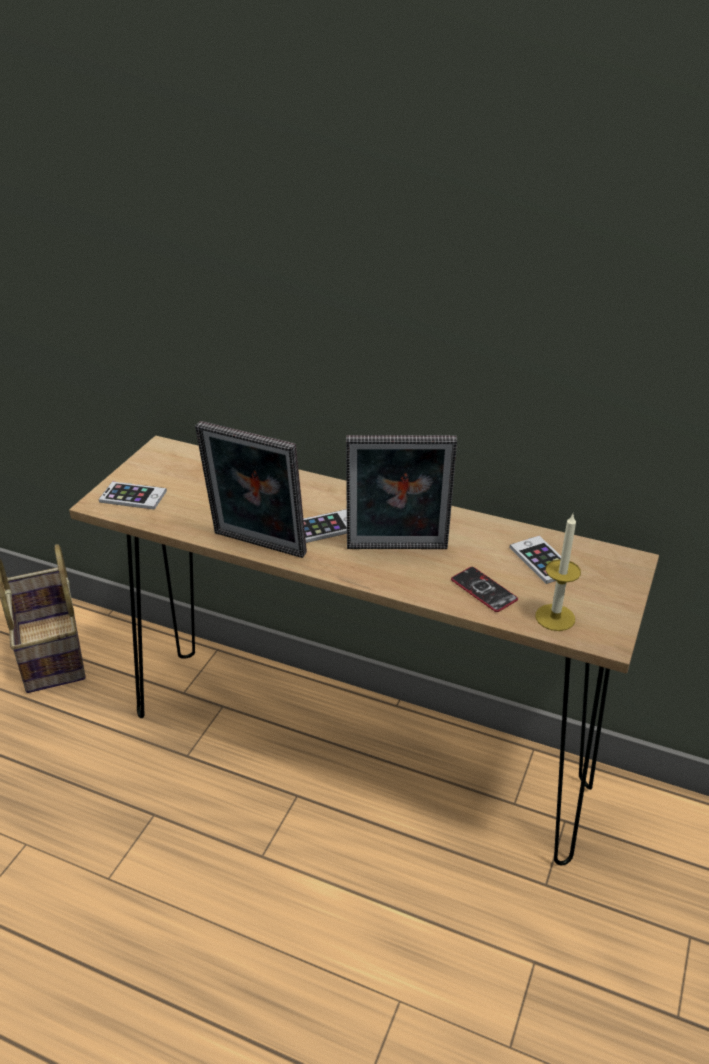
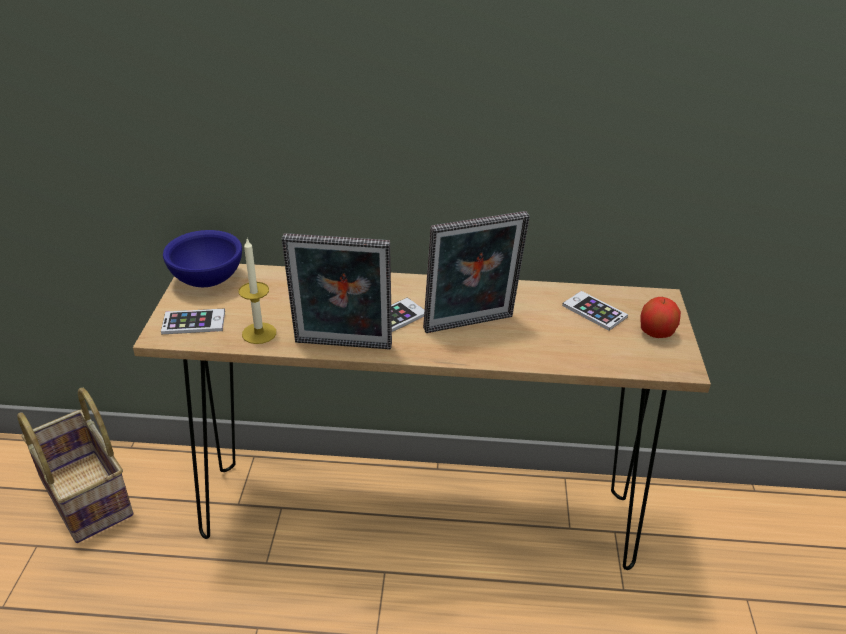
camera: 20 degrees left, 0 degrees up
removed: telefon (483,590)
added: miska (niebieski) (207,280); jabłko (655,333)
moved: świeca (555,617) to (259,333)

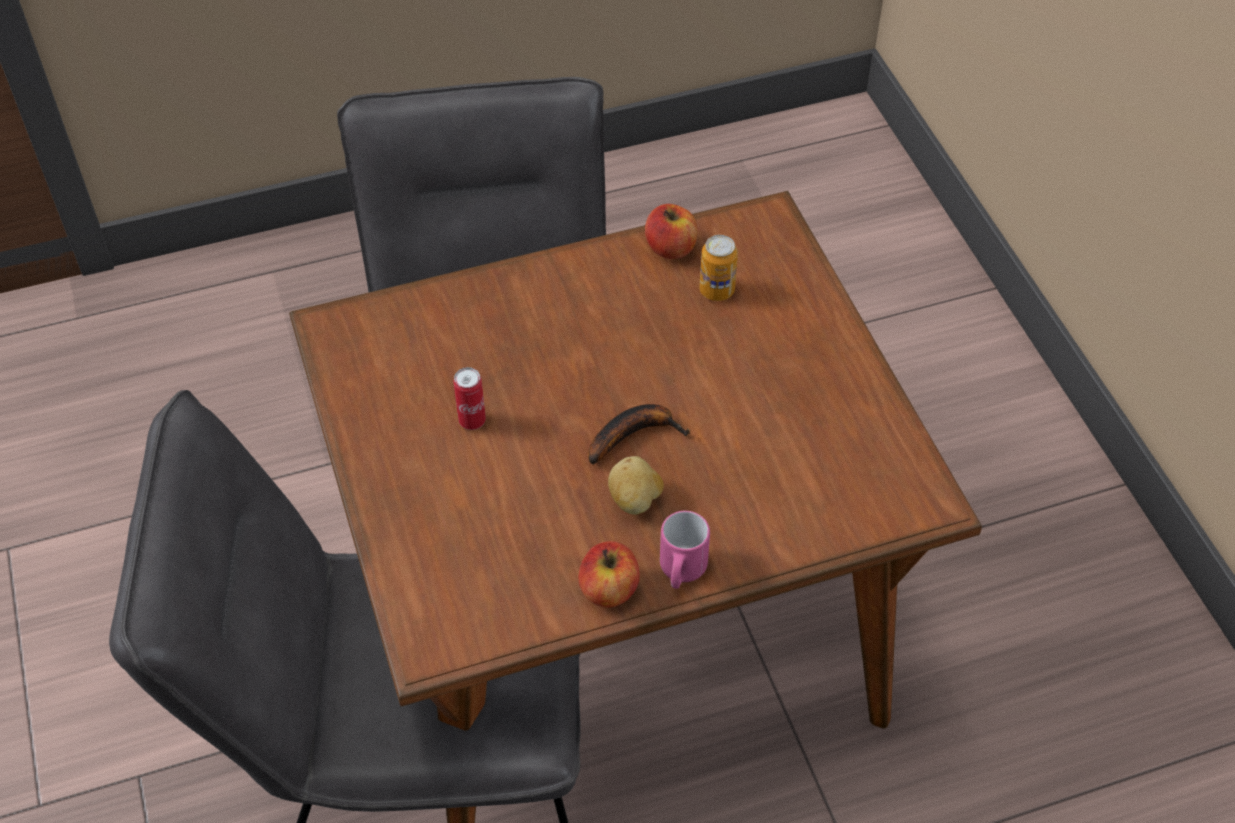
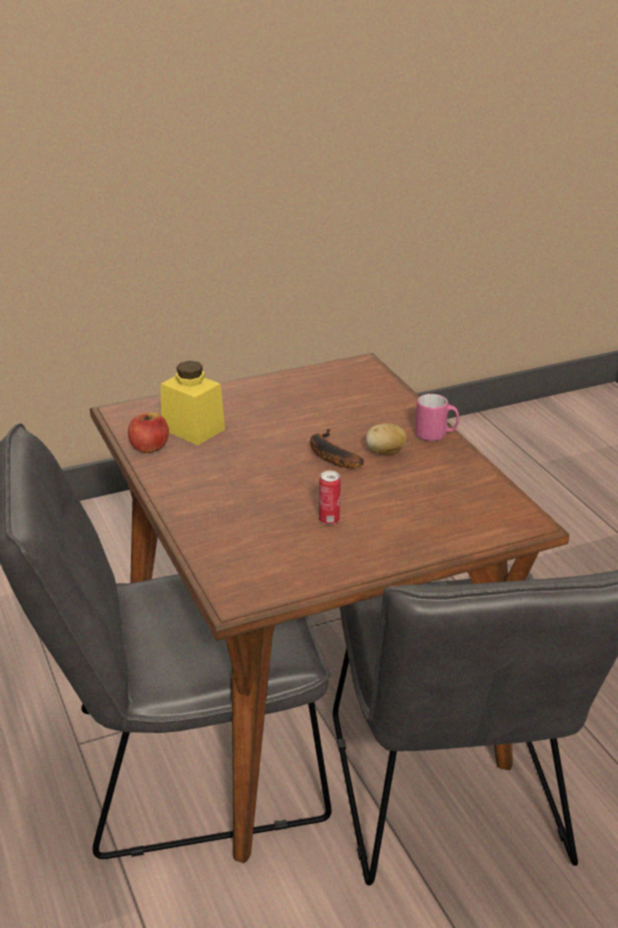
camera: 95 degrees left, 20 degrees down
removed: jabłko (609,589)
replaced: puszka (716,290) to słoik (żółty) (193,429)

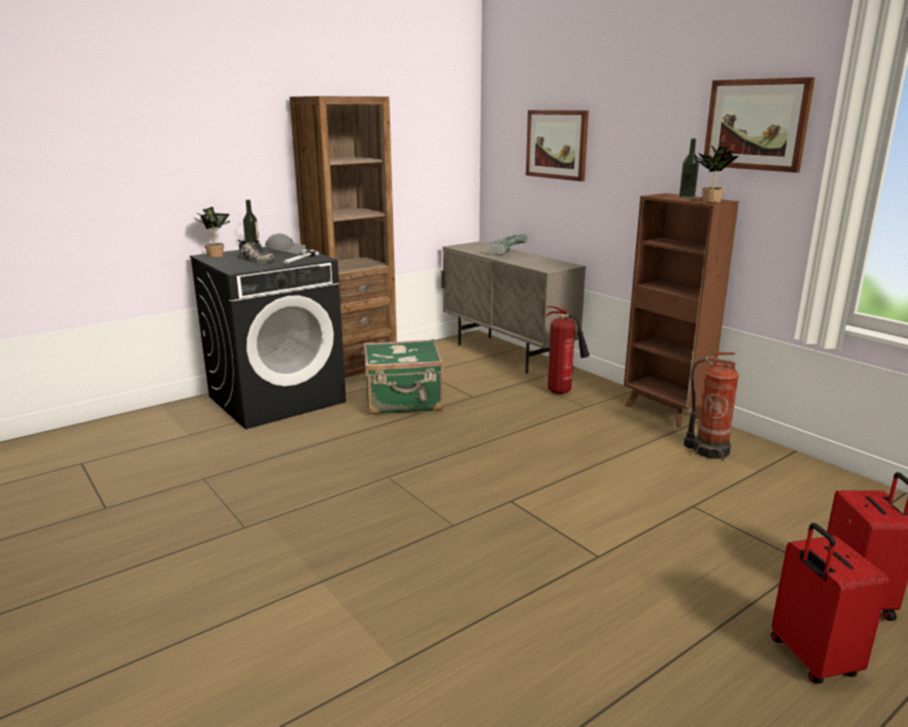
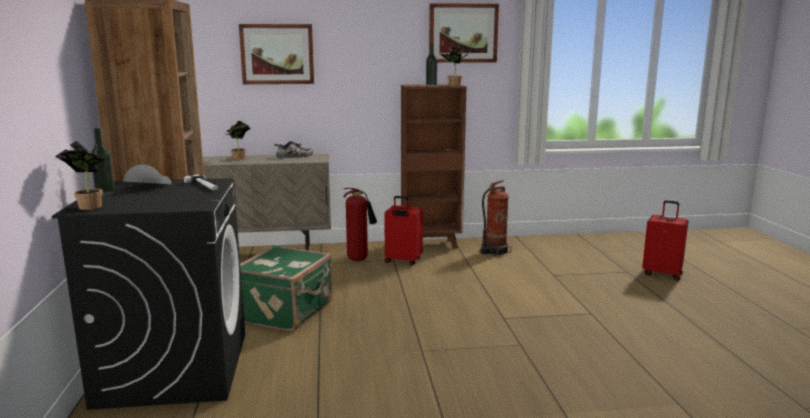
camera: 60 degrees left, 5 degrees down
moved: but (254,260) to (294,156); walizka (czerwony) (811,659) to (403,261)
replaced: wiertarka (504,252) to roślina doniczkowa (240,158)

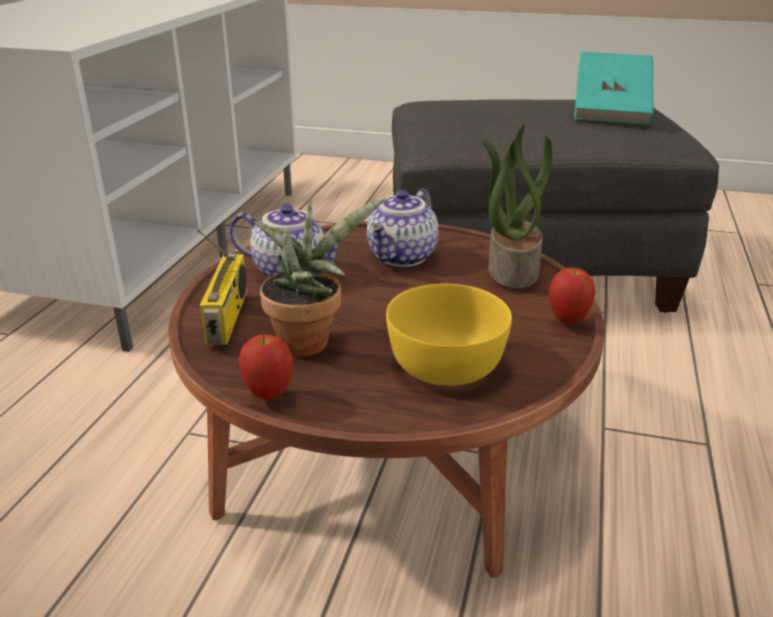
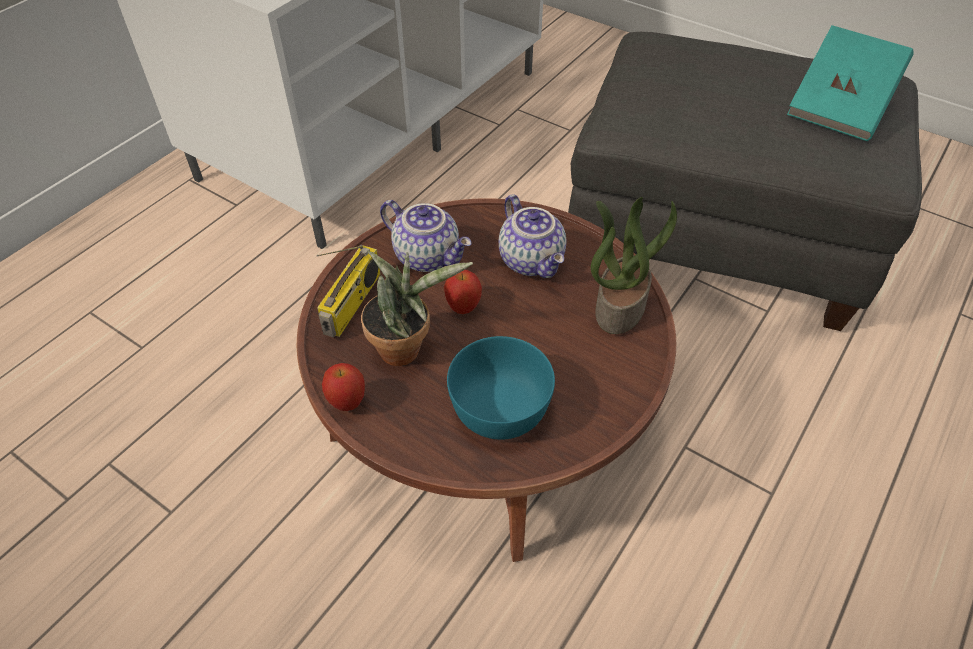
camera: 20 degrees right, 20 degrees up
moved: jabłko (568,320) to (463,308)
recoloured: miska (żółty) (446,363) to miska (turkusowy) (500,406)
turned: imbryk (403,257) = (533,261) 75 degrees counterclockwise

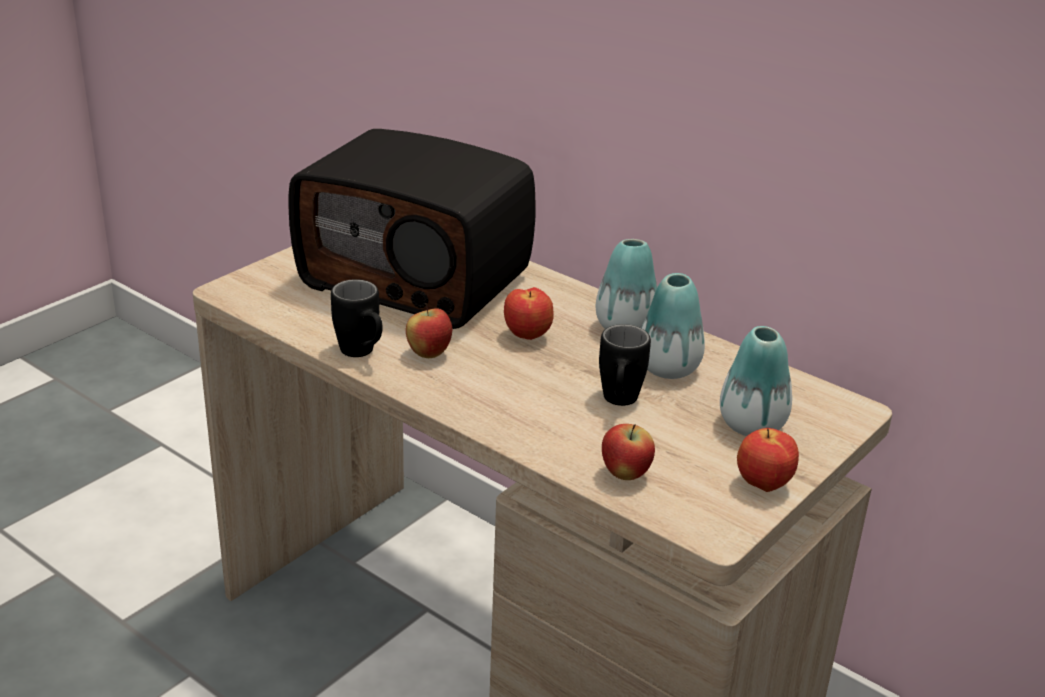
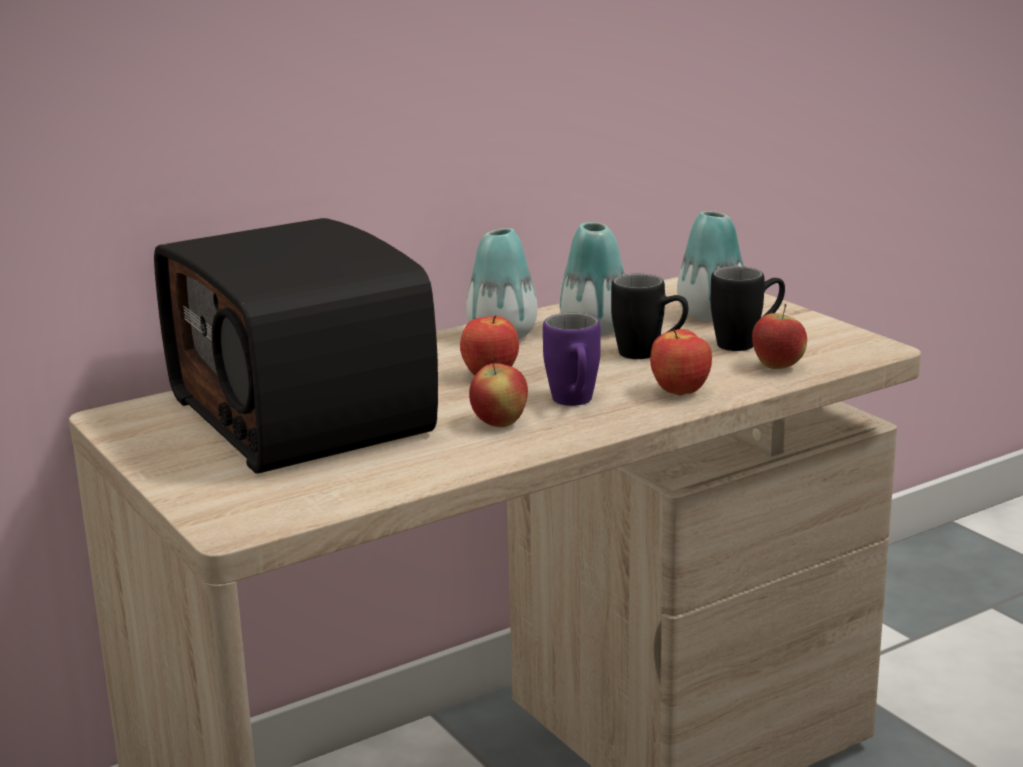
camera: 70 degrees left, 10 degrees down
added: kubek (fioletowy) (574,403)
moved: kubek (czarny) (362,354) to (747,343); jabłko (762,485) to (680,393)
turned: radio (418,278) = (305,414) 105 degrees clockwise

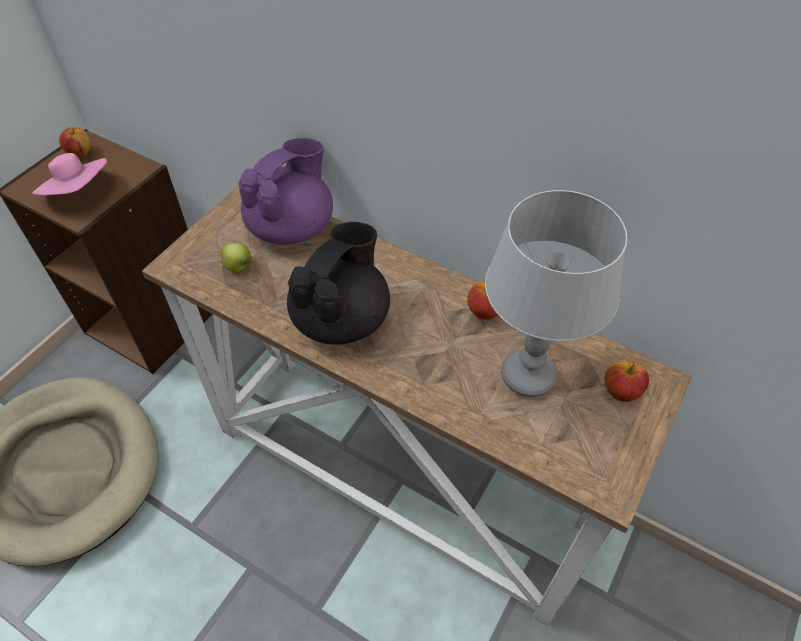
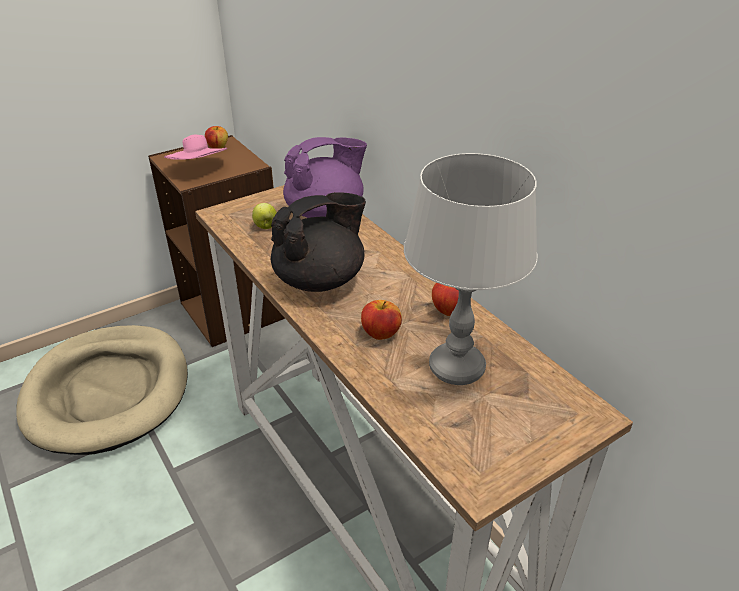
camera: 25 degrees right, 15 degrees down
moved: jabłko (621,391) to (380,333)

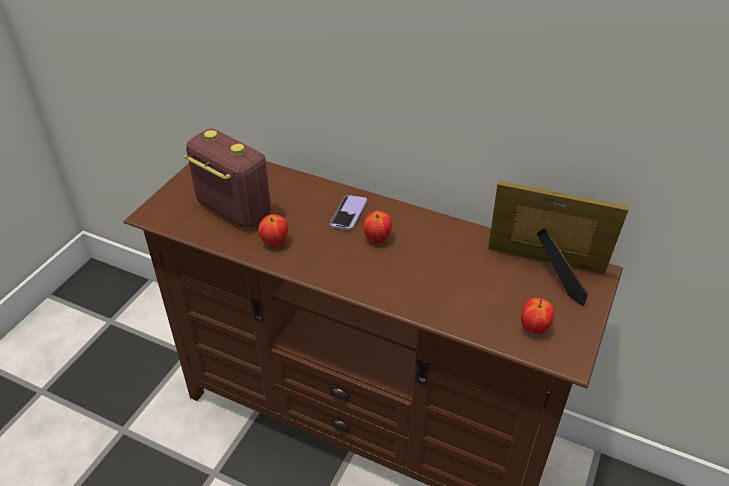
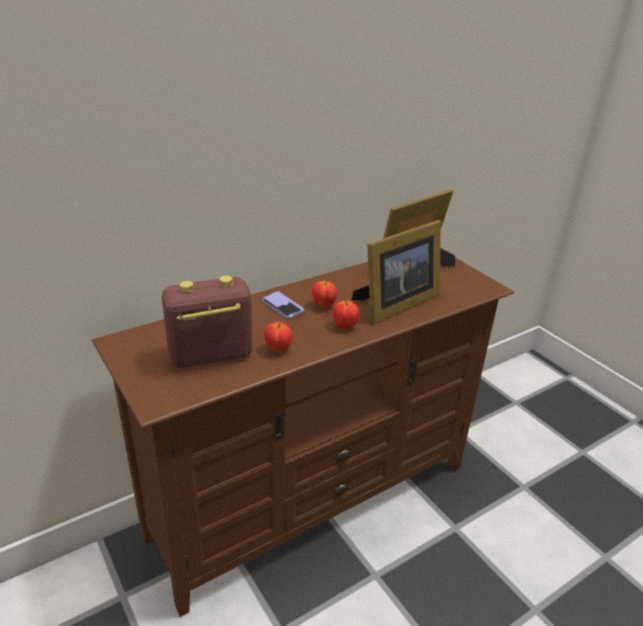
camera: 60 degrees left, 10 degrees down
added: ramka na zdjęcie (395,304)
moved: jabłko (534,328) to (345,326)

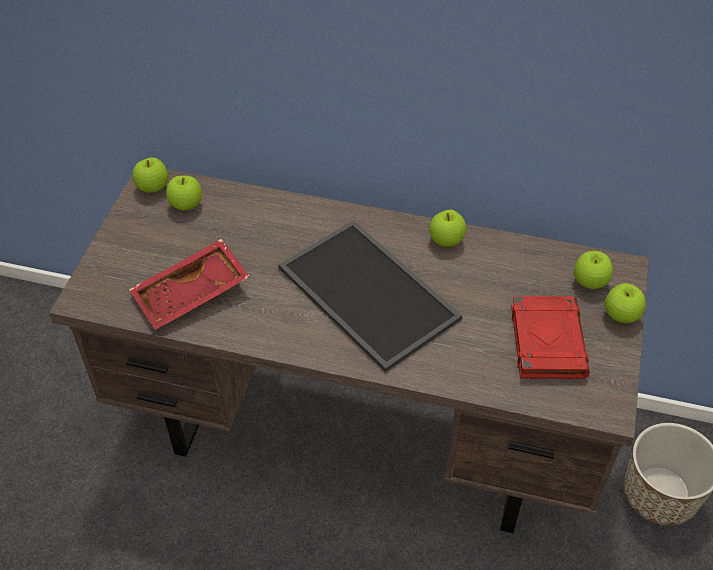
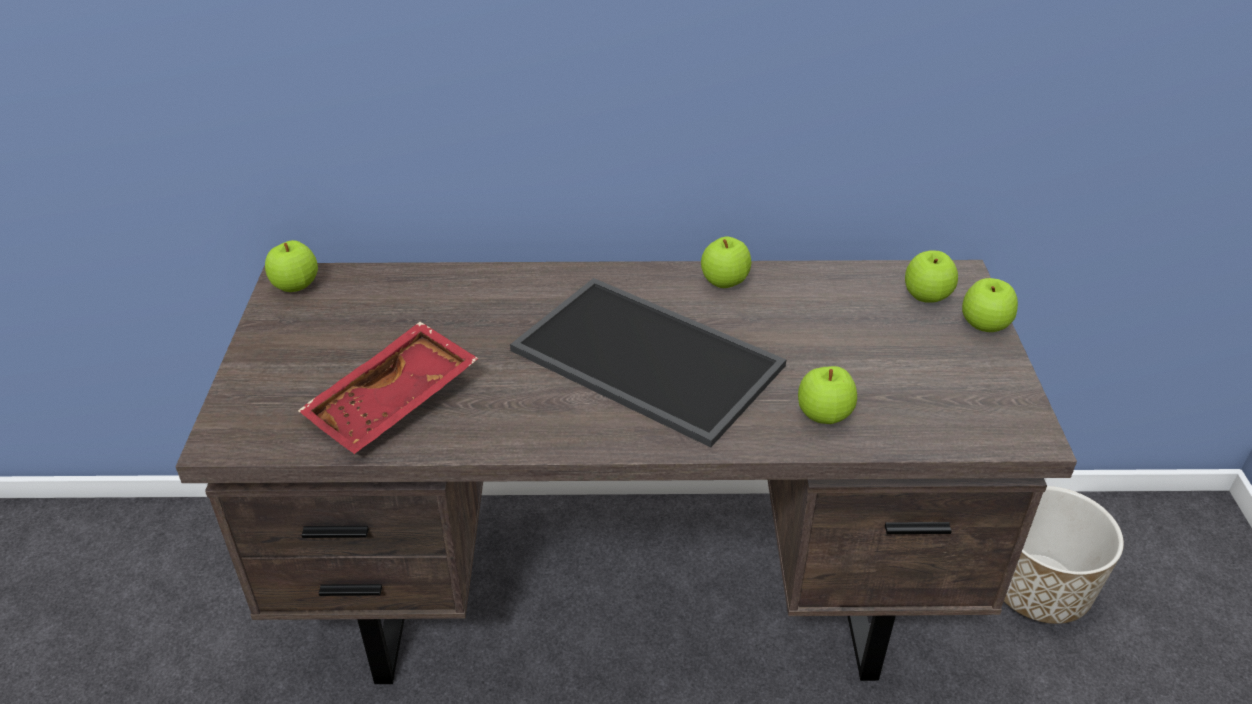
camera: 15 degrees left, 10 degrees down
removed: książka (czerwony) (547,341)
moved: jabłko (186,205) to (824,416)

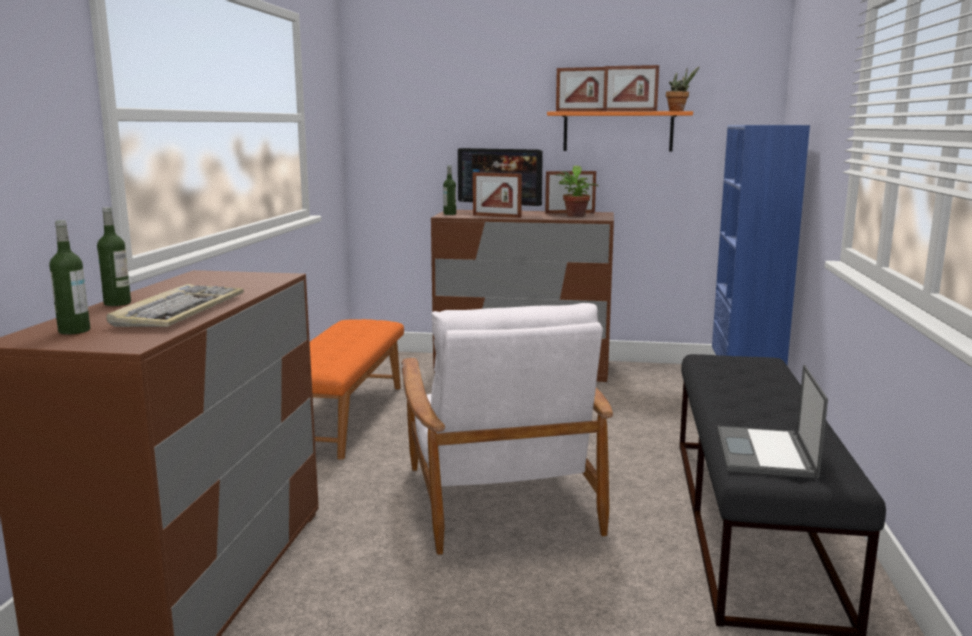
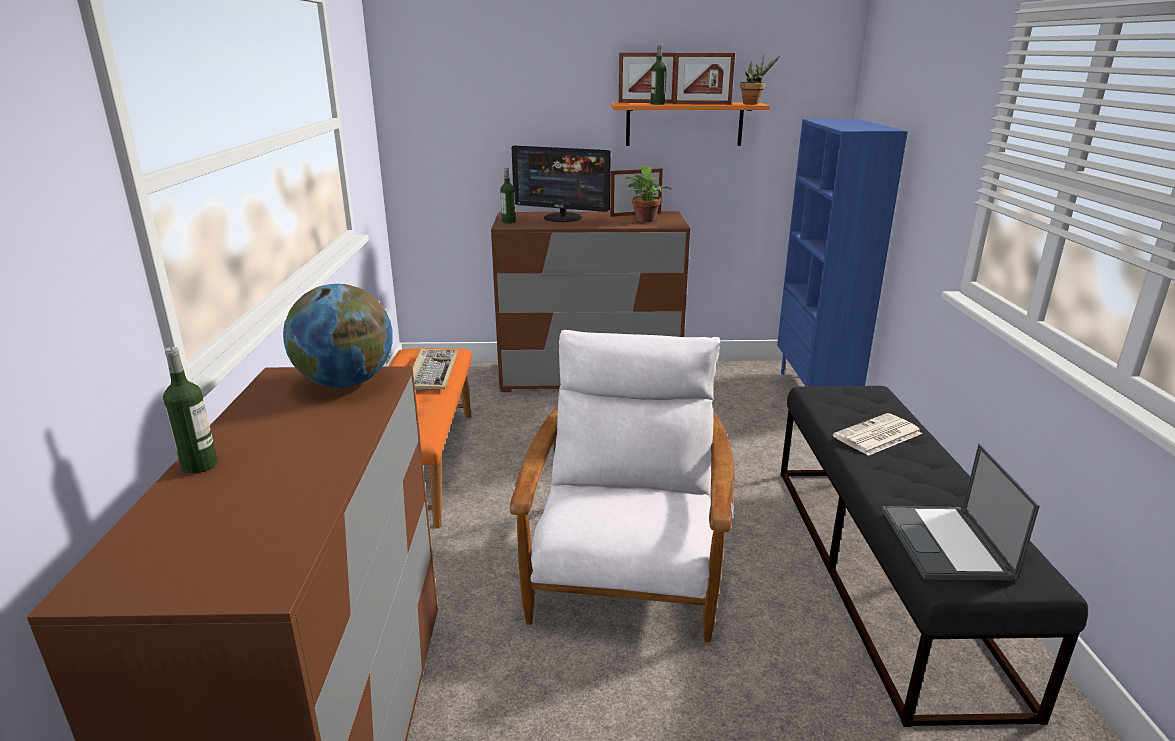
camera: 10 degrees left, 10 degrees up
removed: ramka na zdjęcie (496,216)
added: globus (345,383); gazeta (877,436)
moved: butelka (74,331) to (657,104); klawiatura (180,311) to (432,371)
turned: fotel (biały) (499,497) = (626,567) 150 degrees counterclockwise

